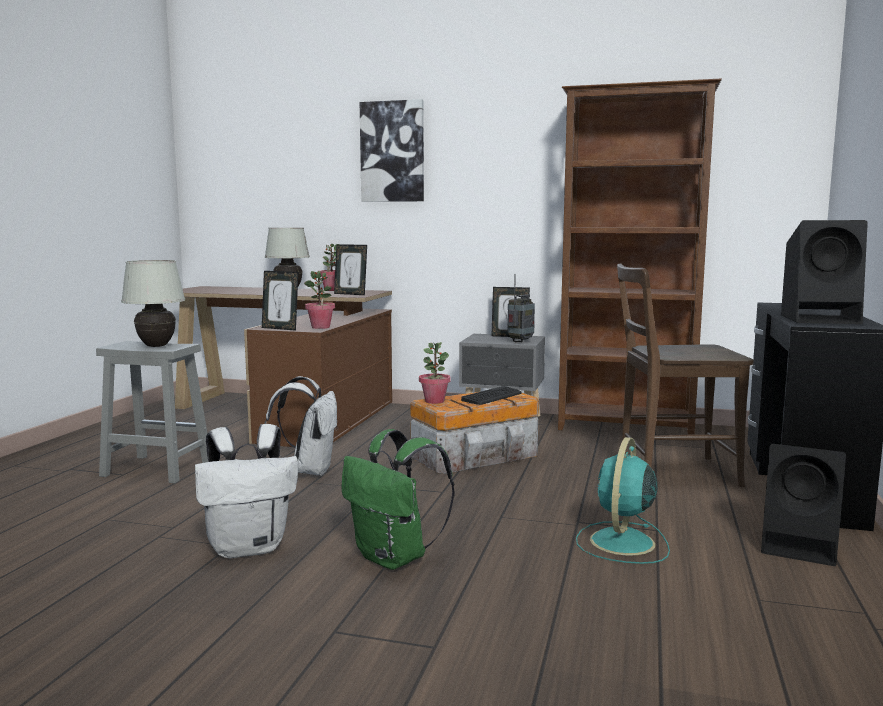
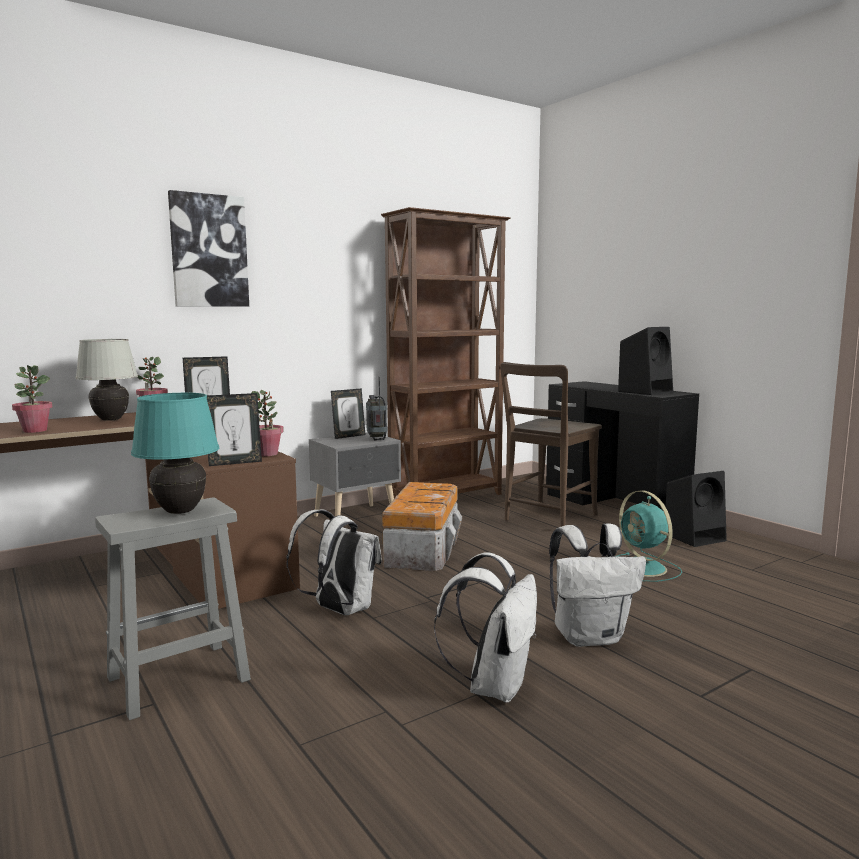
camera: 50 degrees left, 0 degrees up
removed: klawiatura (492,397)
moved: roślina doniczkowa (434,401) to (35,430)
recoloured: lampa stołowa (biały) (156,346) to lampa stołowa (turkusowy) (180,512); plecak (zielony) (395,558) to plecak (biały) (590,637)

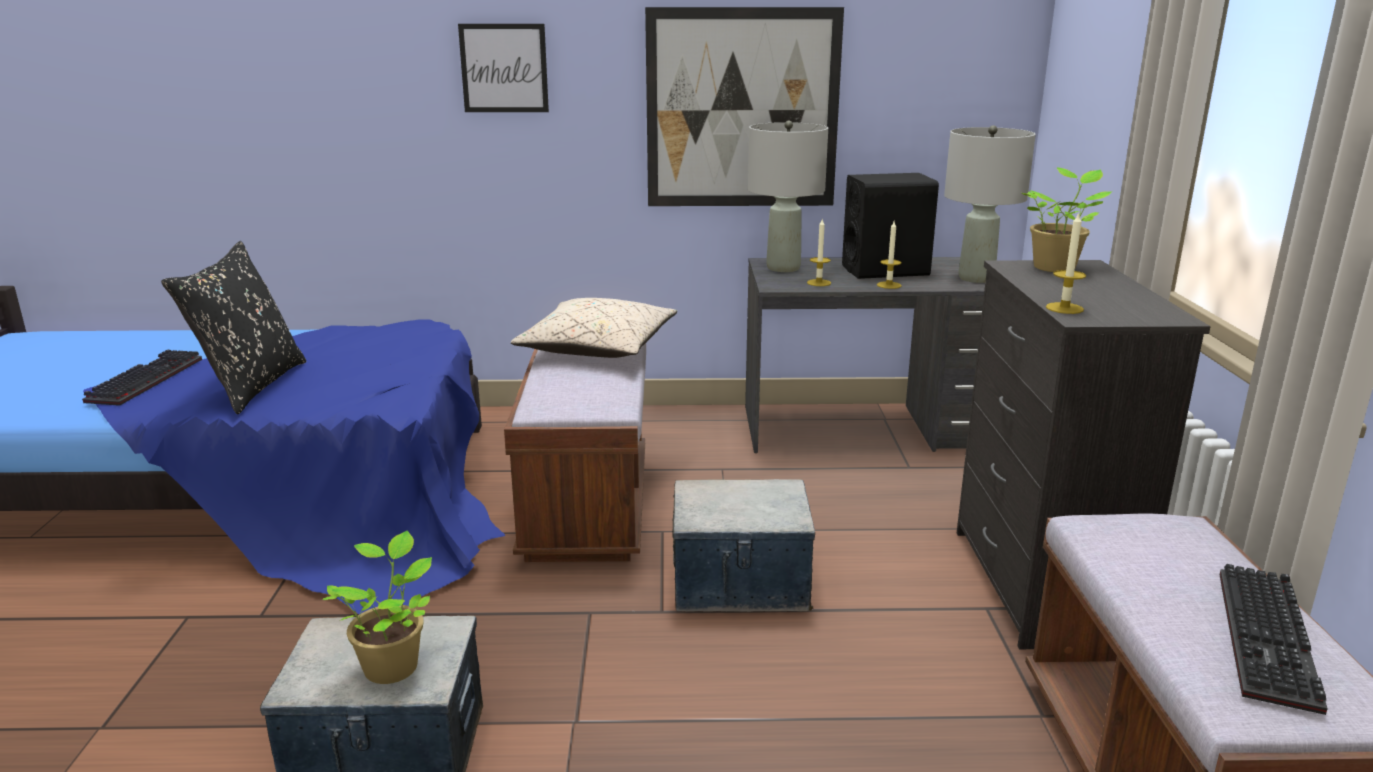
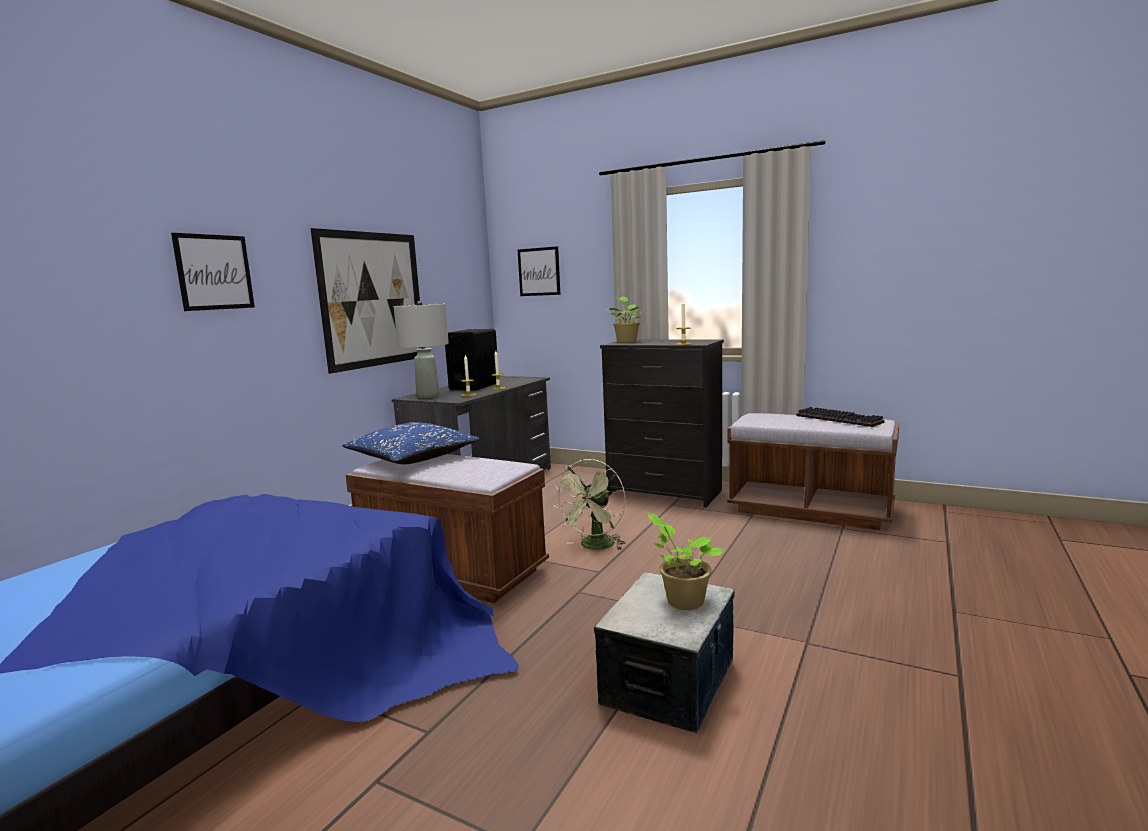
camera: 60 degrees left, 10 degrees down
removed: klawiatura (145,379); poduszka (czarny) (250,386); lampa stołowa (szary) (976,278)
added: obraz (539,271)
replaced: pojemnik do przechowywania (740,583) to wentylator (zielony) (595,547)
recoloured: poduszka (beżowy) (597,348) to poduszka (niebieski) (412,459)

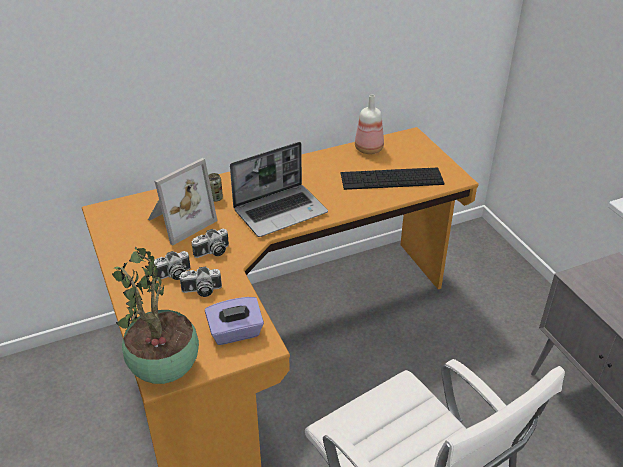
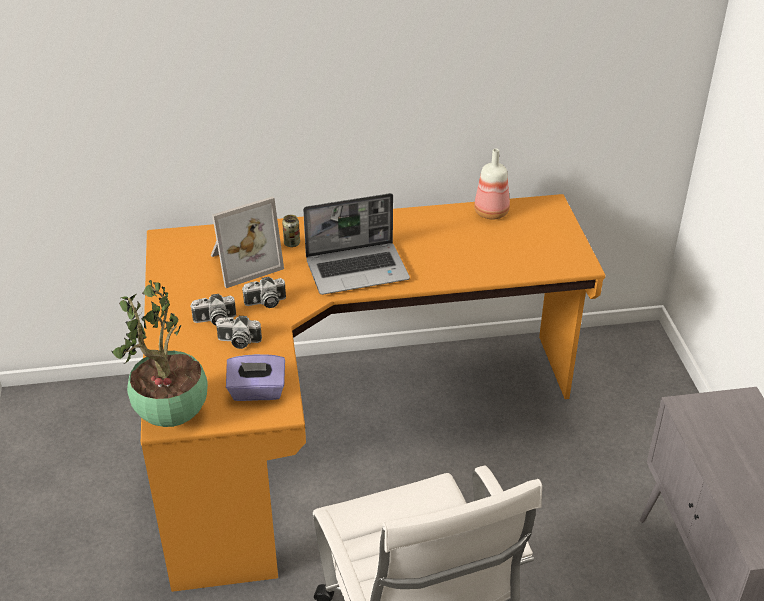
camera: 15 degrees right, 0 degrees up
removed: klawiatura (391,179)

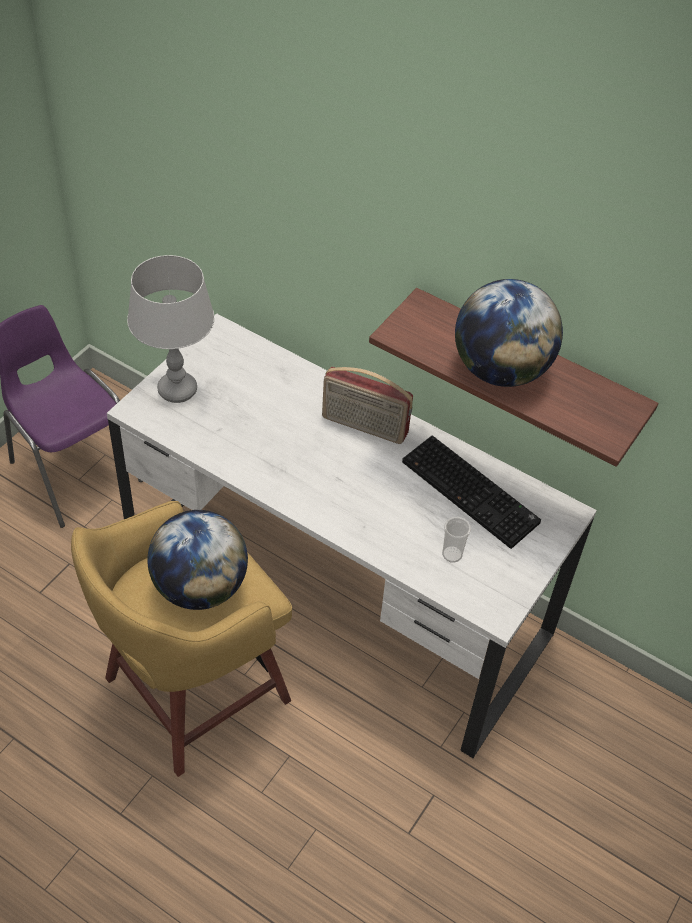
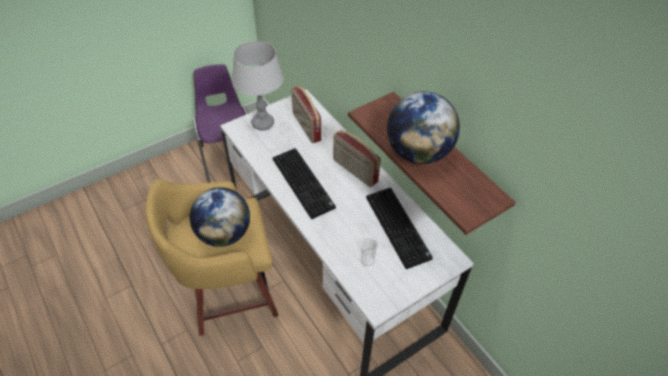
camera: 25 degrees right, 0 degrees up
added: klawiatura (304,183); radio (306,127)

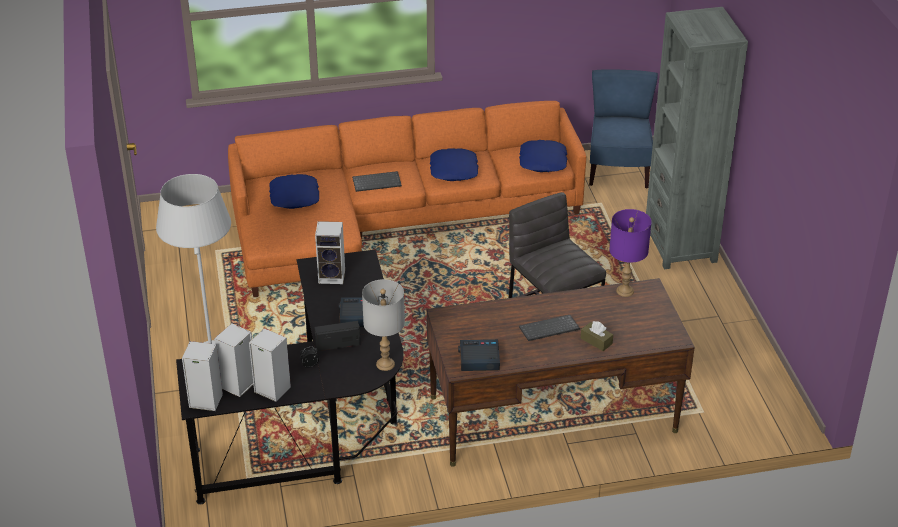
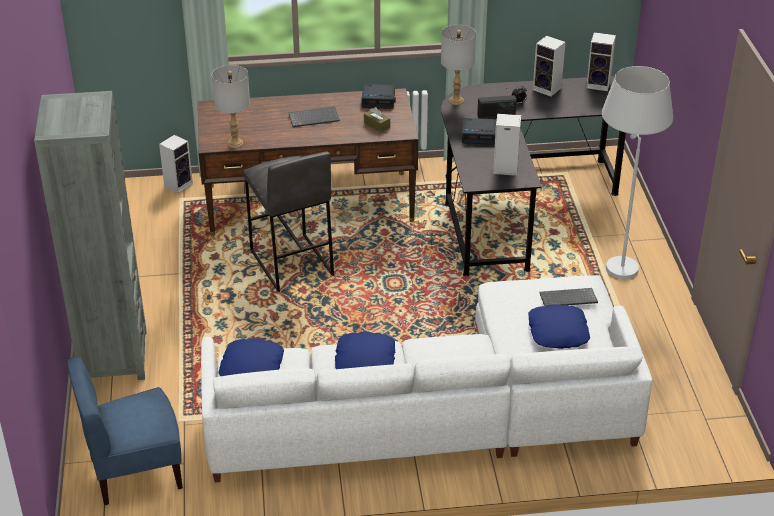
camera: 175 degrees left, 0 degrees up
moved: głośnik (238,386) to (178,184); klawiatura (377,182) to (567,299); pudełko chusteczek (brązowy) (596,341) to (377,125)
recoloured: kanapa (pomarańczowy) (390,221) to kanapa (biały) (444,410); lampa stołowa (fioletowy) (625,291) to lampa stołowa (szary) (235,143)
turned: krzesło (niebieski) (618,171) = (135,472) 60 degrees clockwise

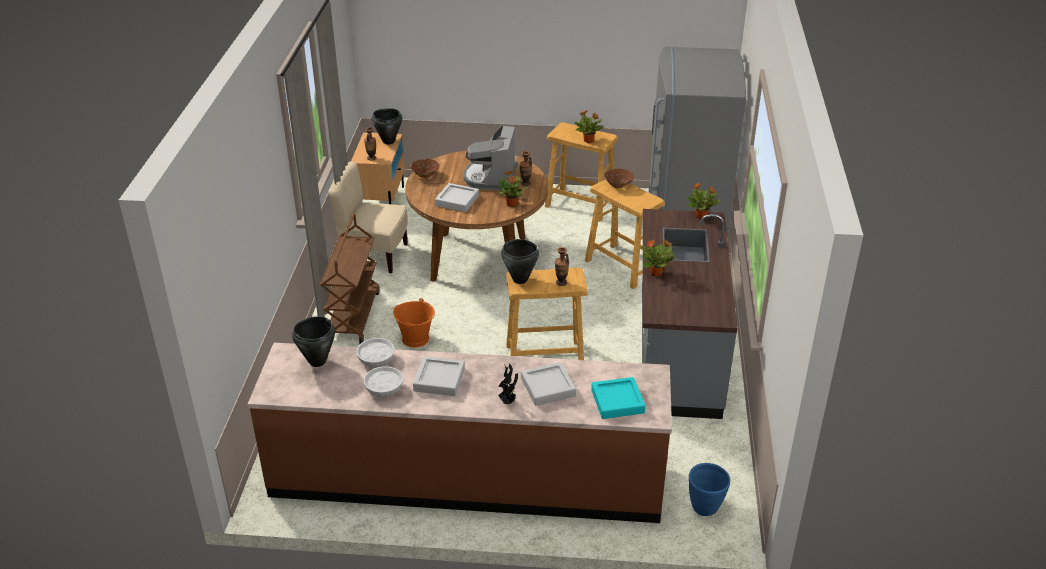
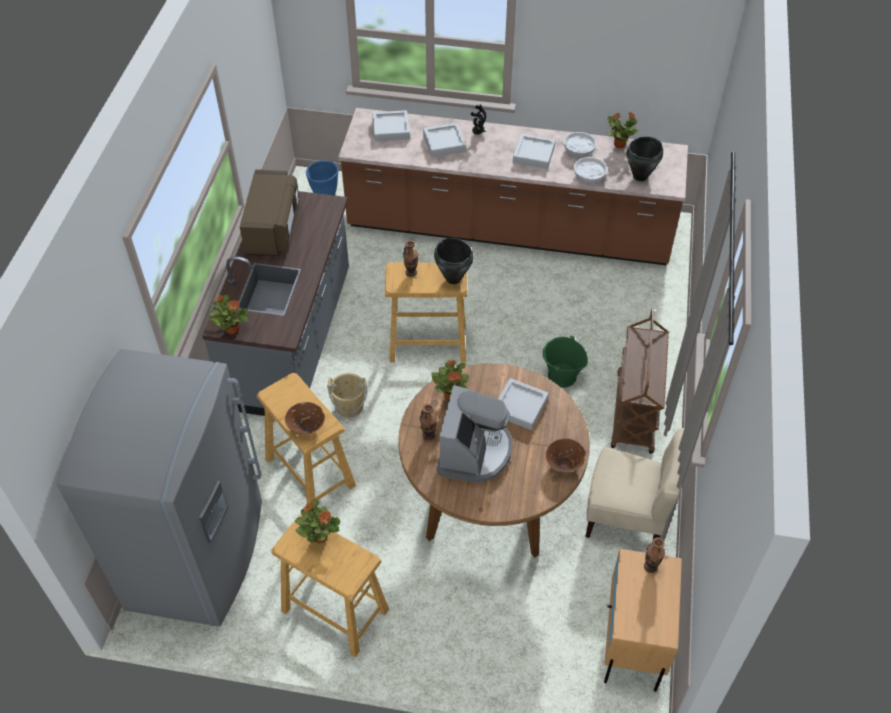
camera: 175 degrees left, 15 degrees up
removed: garnek (czarny) (388,141)
added: mikrofalówka (brązowy) (273,228); wiadro (beżowy) (349,406)
moved: roślina doniczkowa (656,273) to (619,144)
recoloured: wiadro (pomarańczowy) (416,338) to wiadro (zielony) (561,376); taca (turkusowy) (617,401) to taca (szary) (391,129)

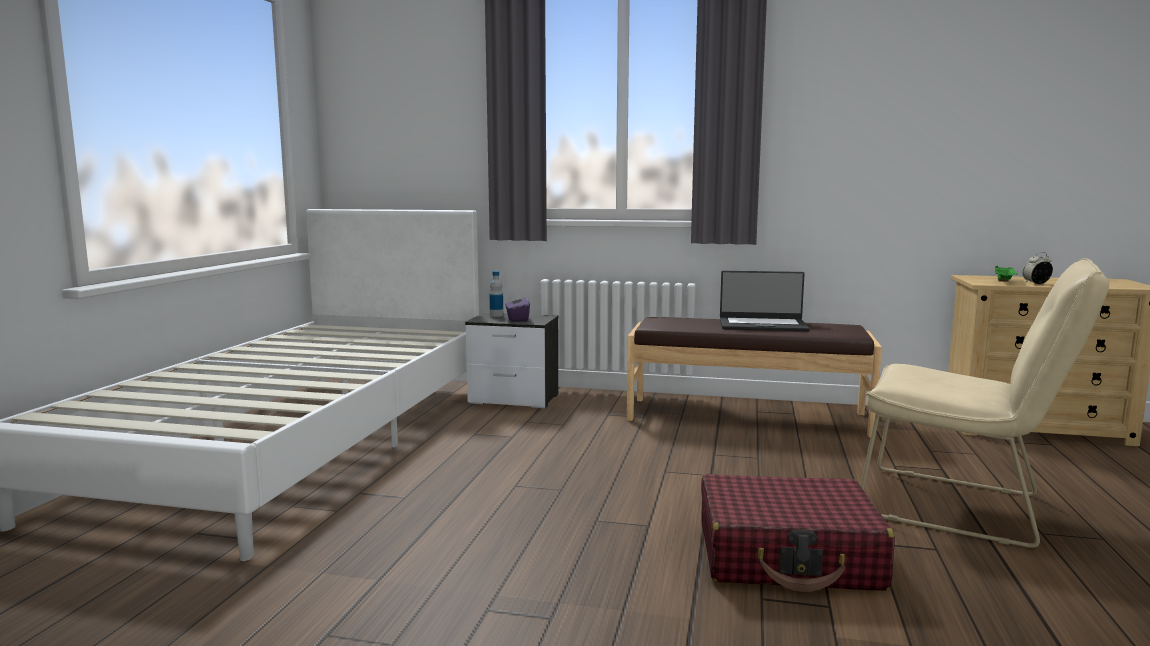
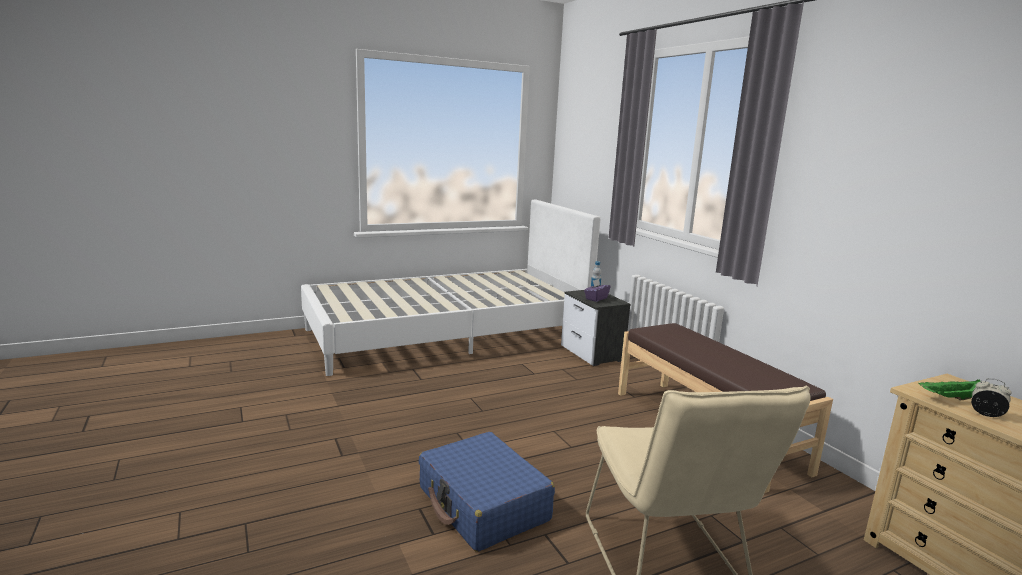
camera: 50 degrees right, 5 degrees up
removed: laptop (762,325)
recoloured: walizka (czerwony) (788,556) to walizka (niebieski) (483,504)

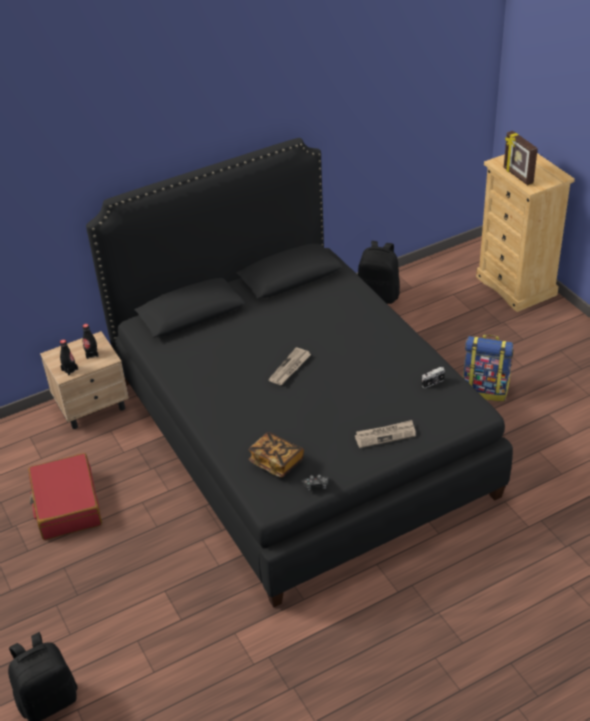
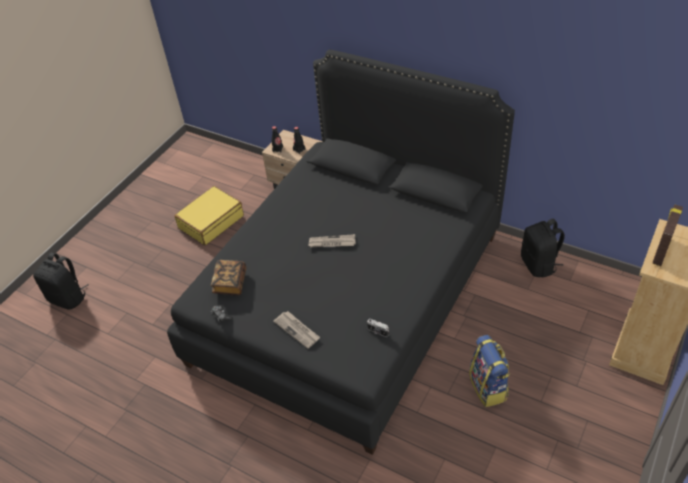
camera: 60 degrees right, 5 degrees up
recoloured: walizka (czerwony) (66,505) to walizka (żółty) (211,222)

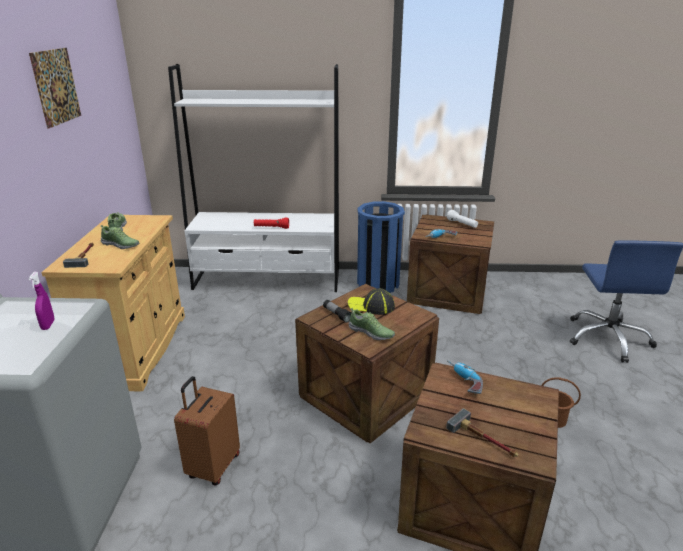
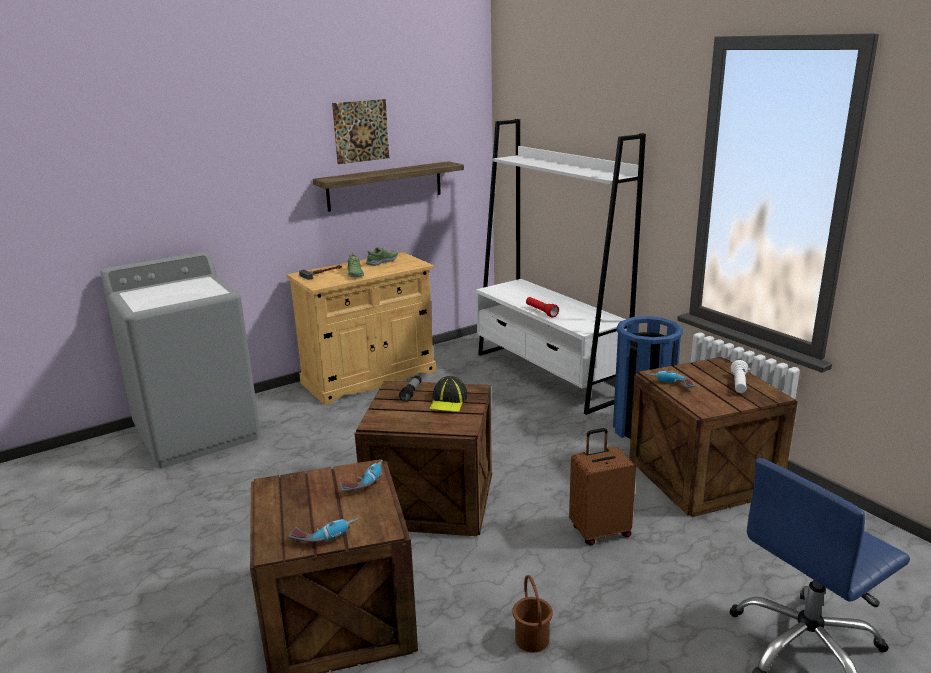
camera: 55 degrees right, 5 degrees down
removed: spryskiwacz (fioletowy) (48,325); but (371,333); młotek (484,439)
added: wiertarka (325,535); półka (385,186)
moved: walizka (brązowy) (213,466) to (599,531)
turned: czapka z daszkiem (371,306) = (448,401) 150 degrees counterclockwise

